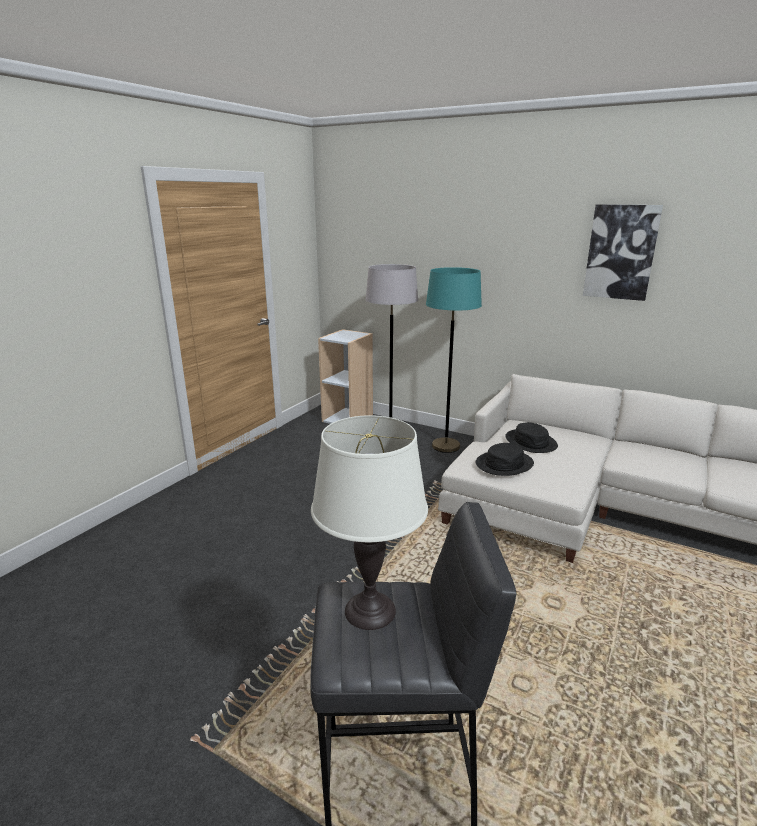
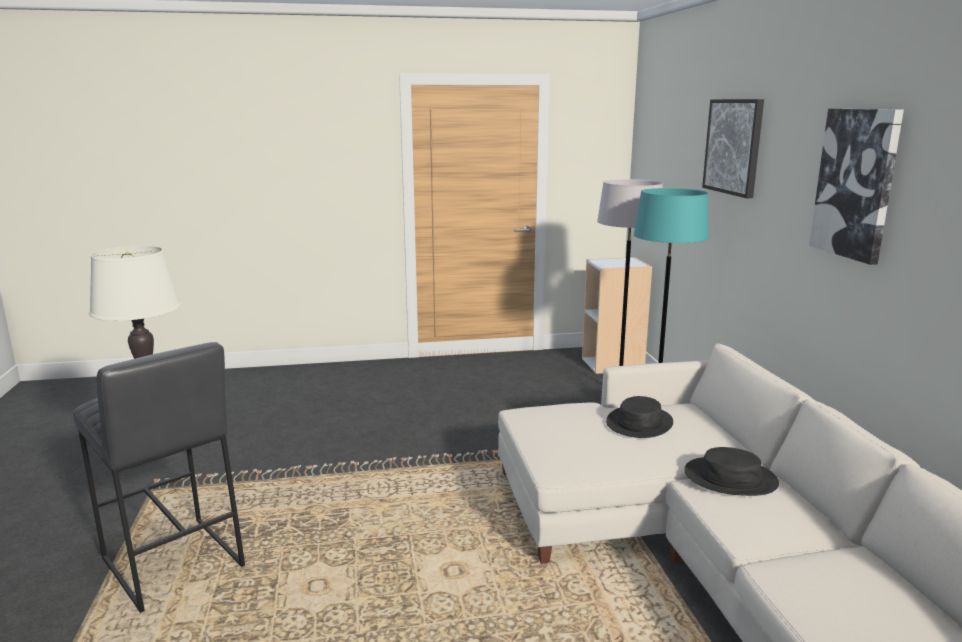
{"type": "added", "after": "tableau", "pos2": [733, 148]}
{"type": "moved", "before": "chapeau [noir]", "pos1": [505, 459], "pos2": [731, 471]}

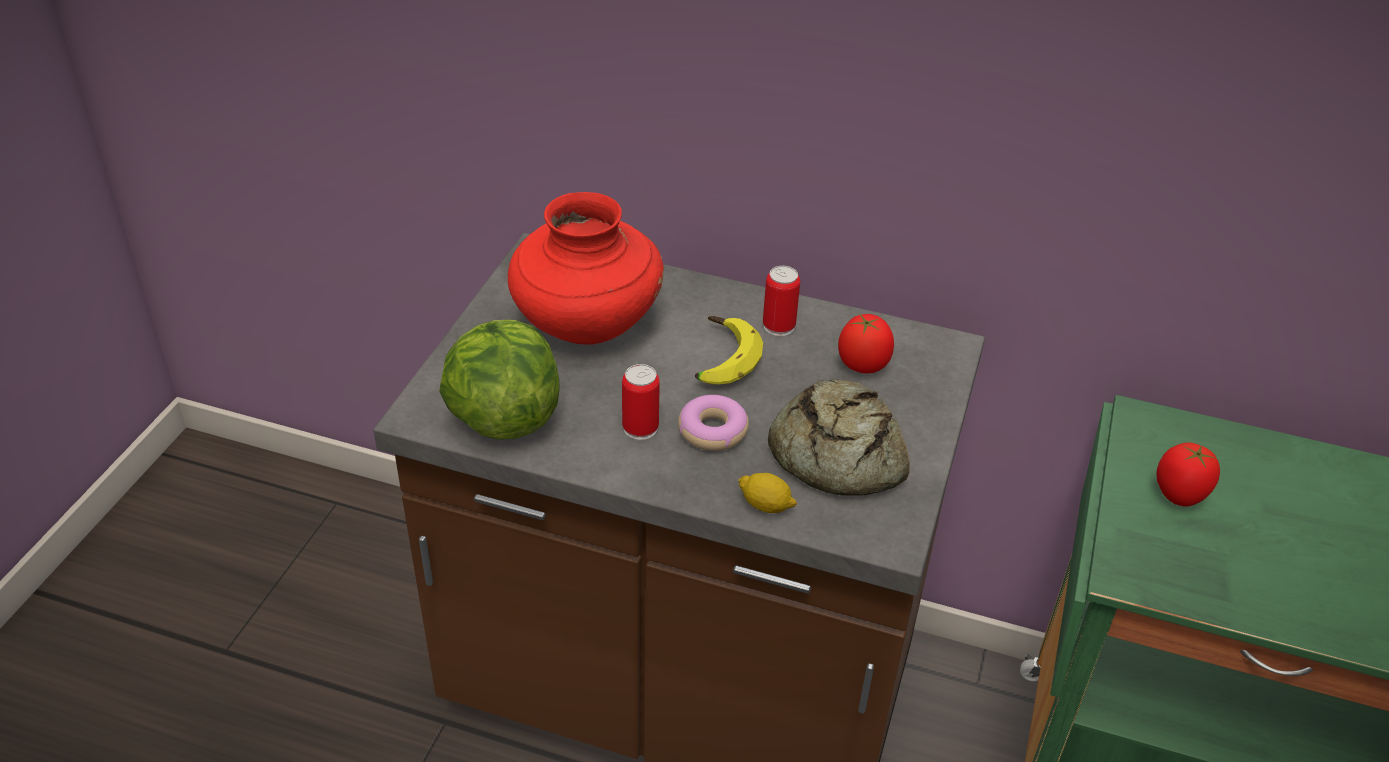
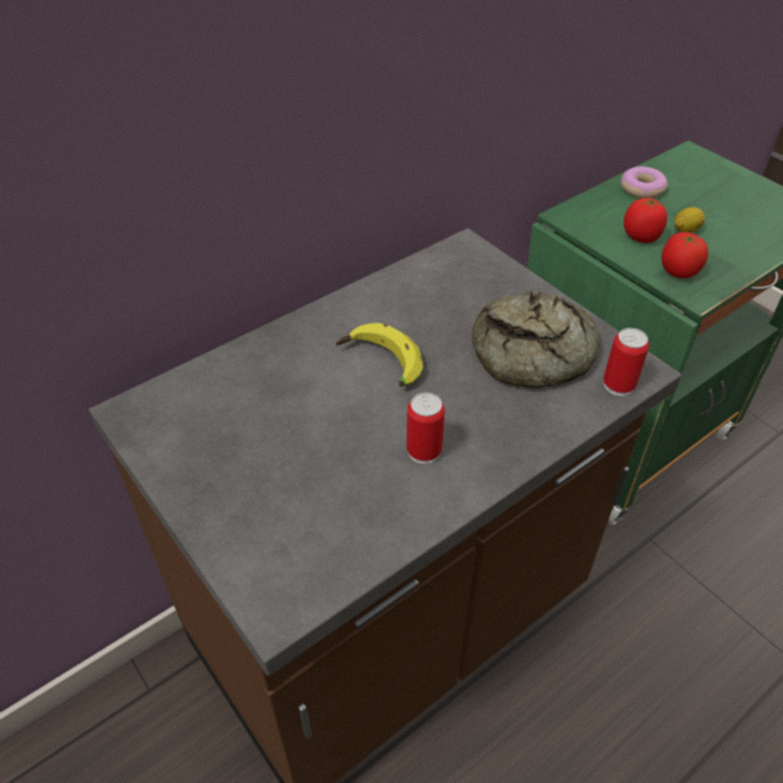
{"type": "removed", "before": "laitue", "pos1": [499, 380]}
{"type": "removed", "before": "vase [rouge]", "pos1": [586, 268]}
{"type": "moved", "before": "beignet", "pos1": [713, 423], "pos2": [644, 182]}
{"type": "moved", "before": "citron", "pos1": [767, 493], "pos2": [689, 220]}
{"type": "moved", "before": "boîte métallique", "pos1": [781, 301], "pos2": [626, 362]}
{"type": "moved", "before": "tomate", "pos1": [866, 343], "pos2": [684, 255]}

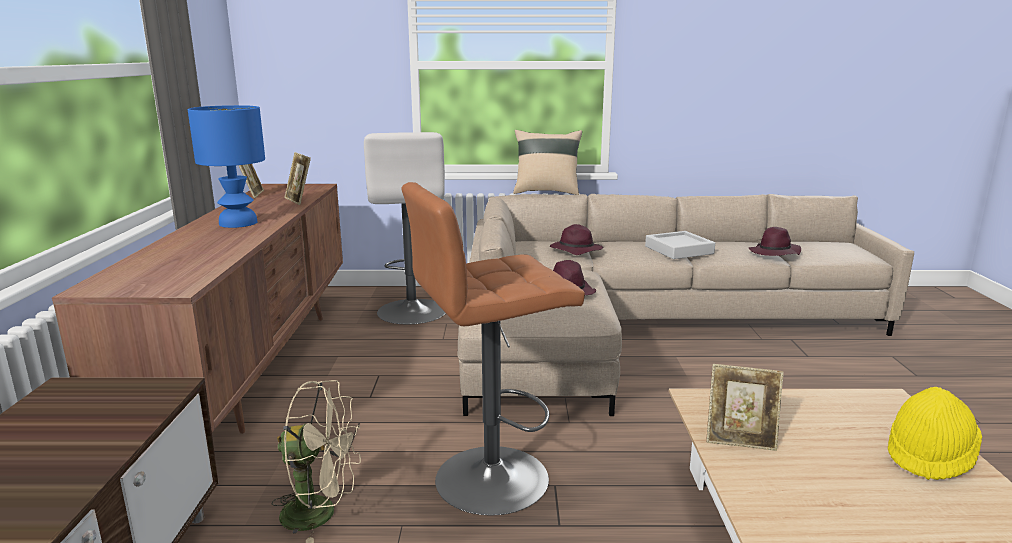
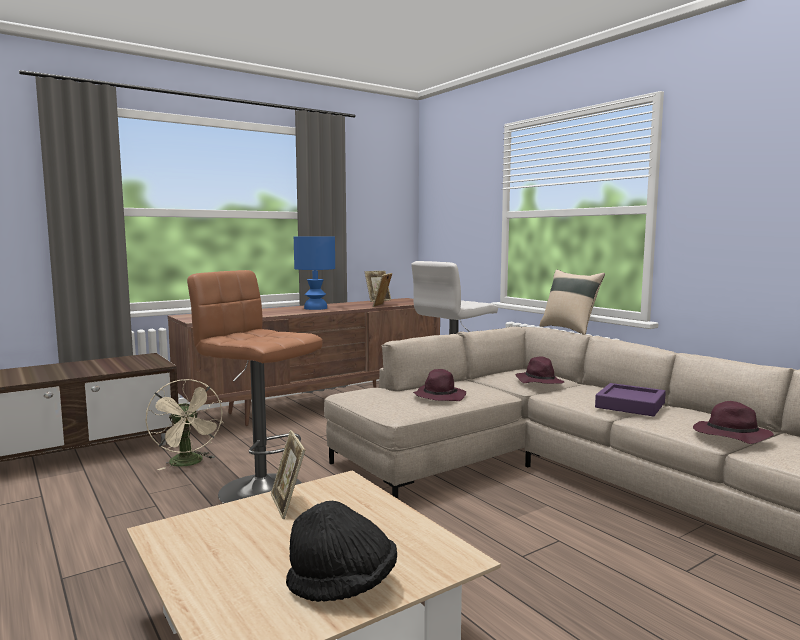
{"type": "recoloured", "before": "plateau [gris]", "after": "plateau [violet]", "pos1": [680, 245], "pos2": [630, 400]}
{"type": "recoloured", "before": "chapeau [jaune]", "after": "chapeau [noir]", "pos1": [935, 433], "pos2": [341, 551]}

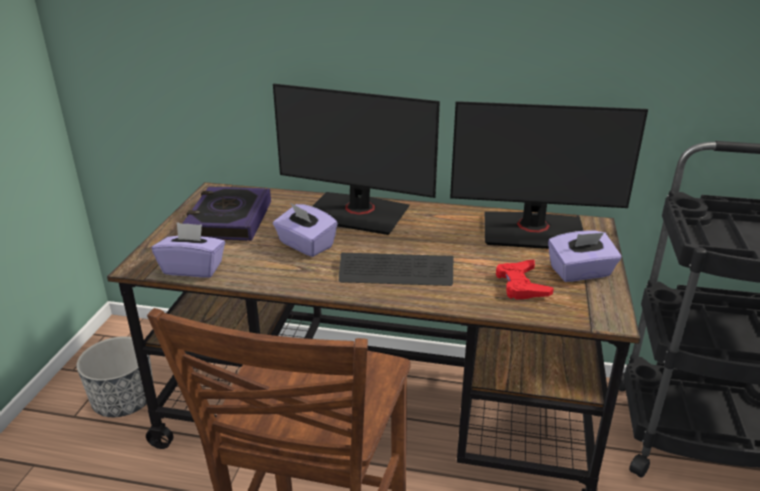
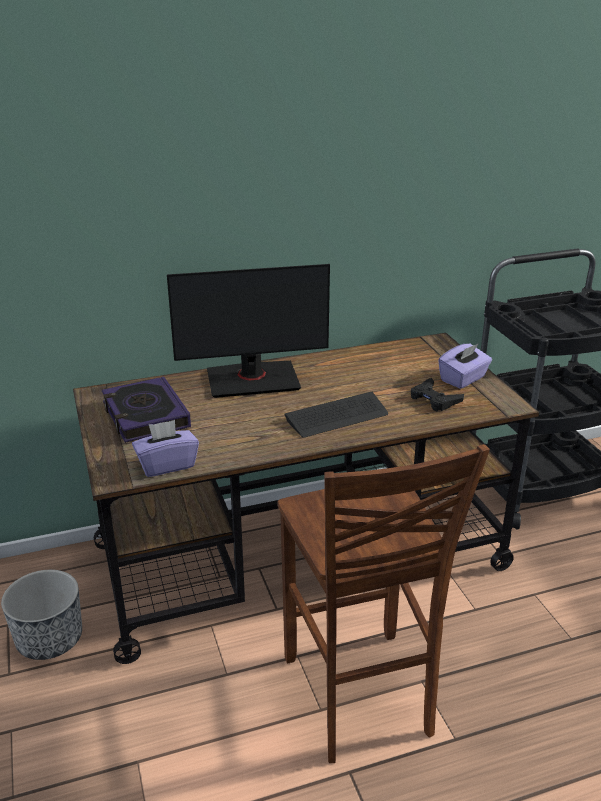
{"type": "removed", "before": "boîte à mouchoirs [violet]", "pos1": [305, 230]}
{"type": "removed", "before": "écran d'ordinateur", "pos1": [549, 175]}
{"type": "recoloured", "before": "manette [rouge]", "after": "manette [noir]", "pos1": [525, 280], "pos2": [437, 394]}

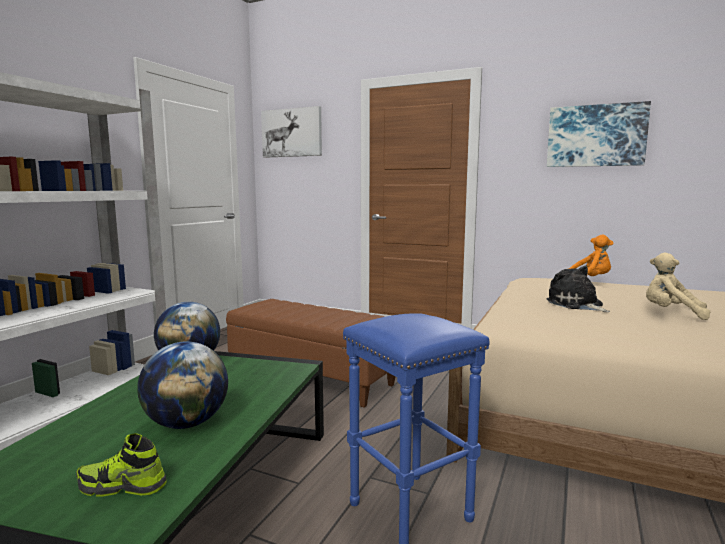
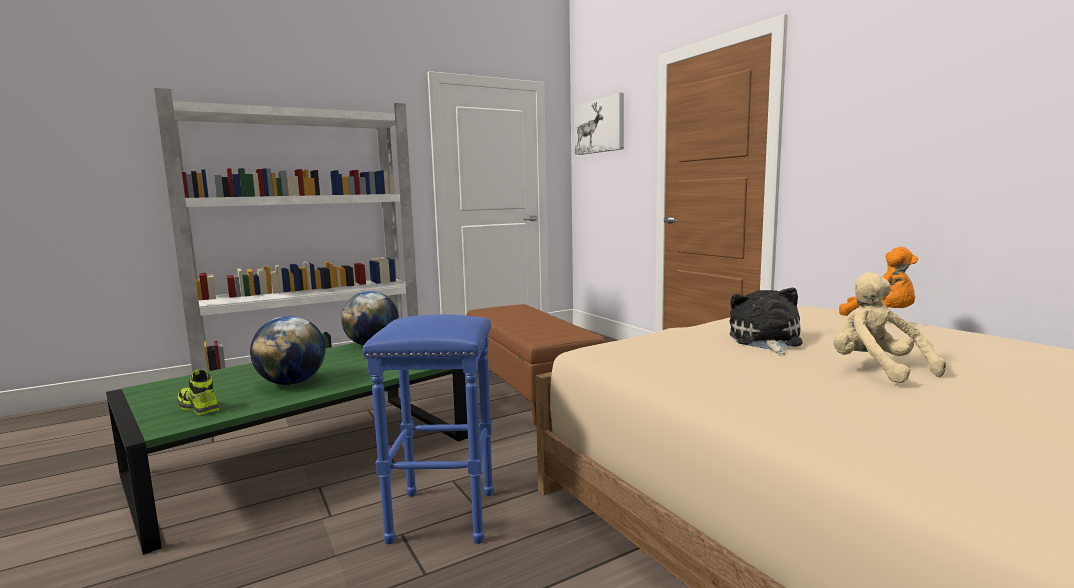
{"type": "removed", "before": "tableau", "pos1": [599, 134]}

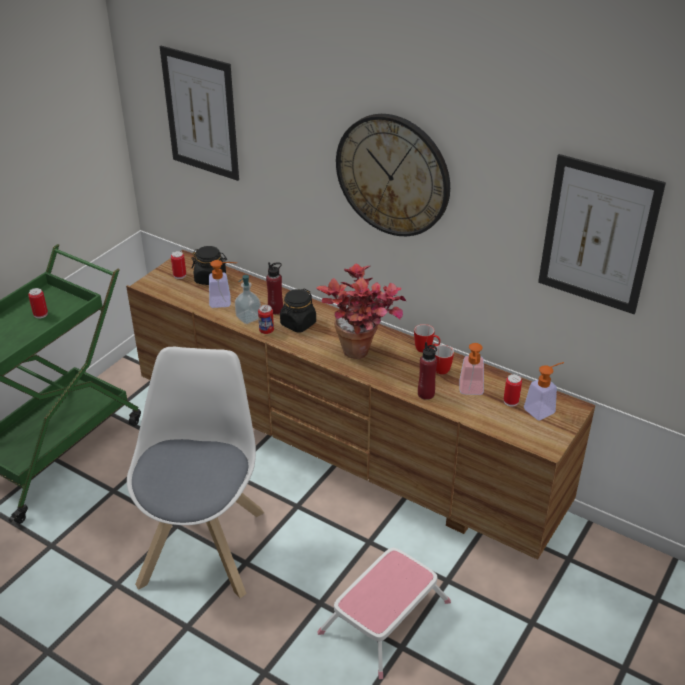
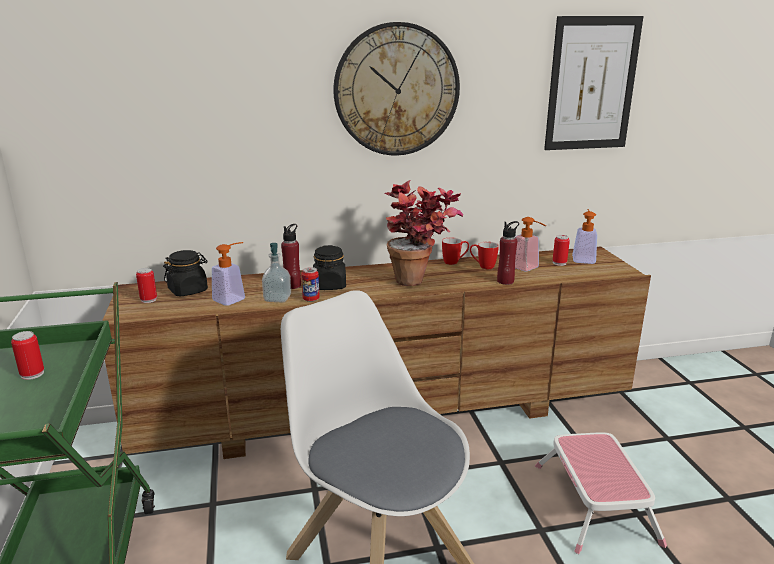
{"type": "removed", "before": "tableau", "pos1": [199, 113]}

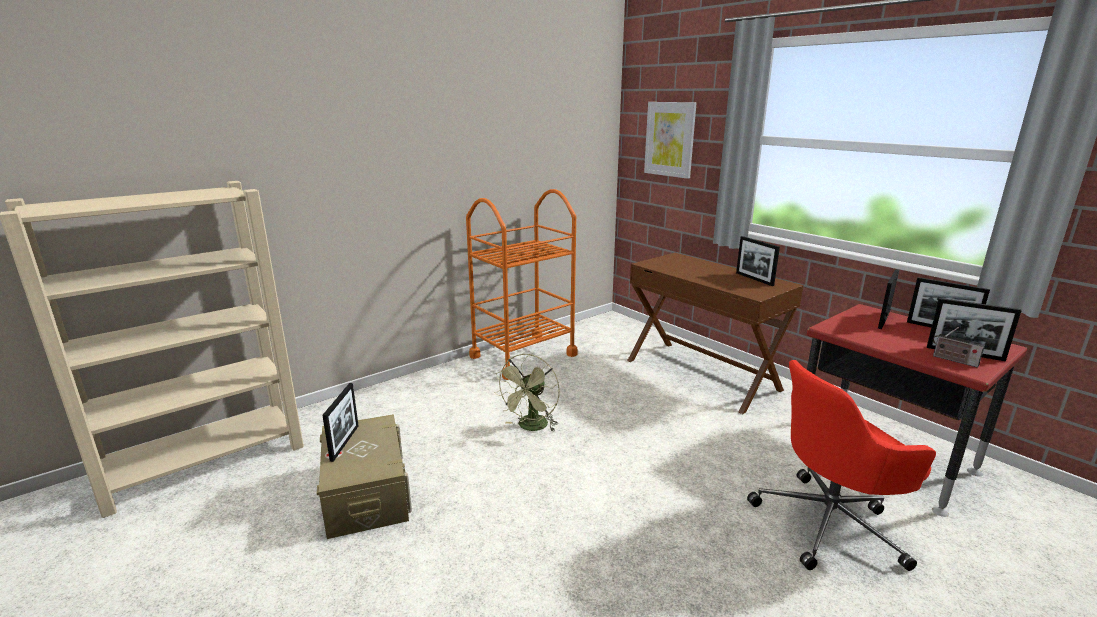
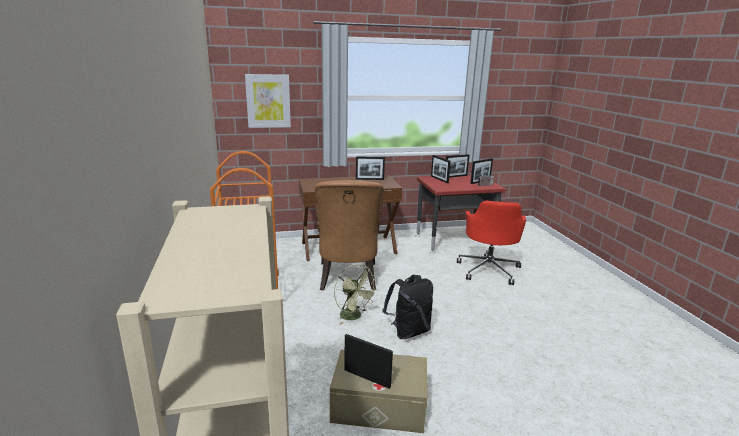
{"type": "added", "after": "chaise [marron]", "pos2": [349, 235]}
{"type": "added", "after": "sac à dos [noir]", "pos2": [407, 307]}

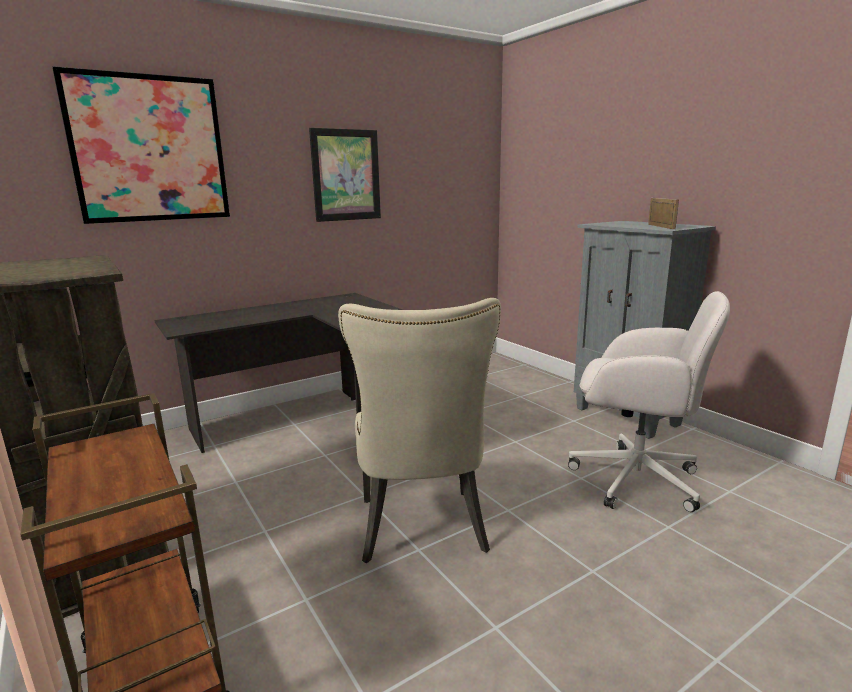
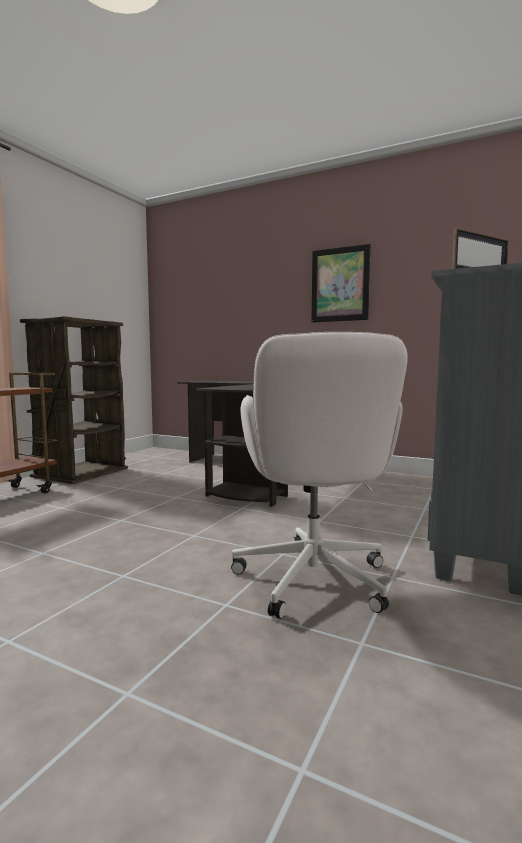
{"type": "removed", "before": "tableau", "pos1": [141, 145]}
{"type": "removed", "before": "chaise [beige]", "pos1": [419, 431]}

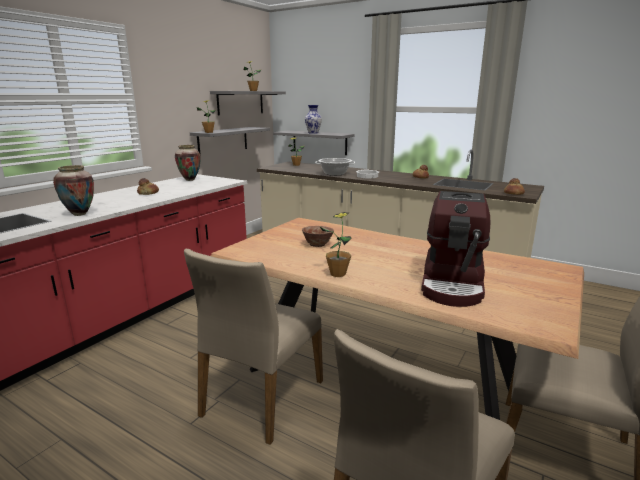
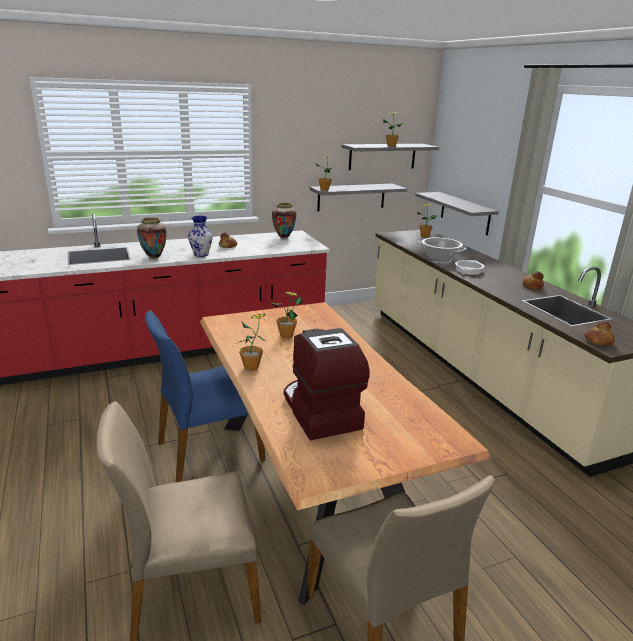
{"type": "moved", "before": "vase", "pos1": [313, 119], "pos2": [200, 236]}
{"type": "replaced", "before": "bol", "after": "plante en pot", "pos1": [318, 236], "pos2": [287, 315]}
{"type": "recoloured", "before": "chaise [beige]", "after": "chaise [bleu]", "pos1": [253, 346], "pos2": [205, 396]}
{"type": "turned", "before": "machine à café", "pos1": [455, 249], "pos2": [327, 384], "turn": 105}

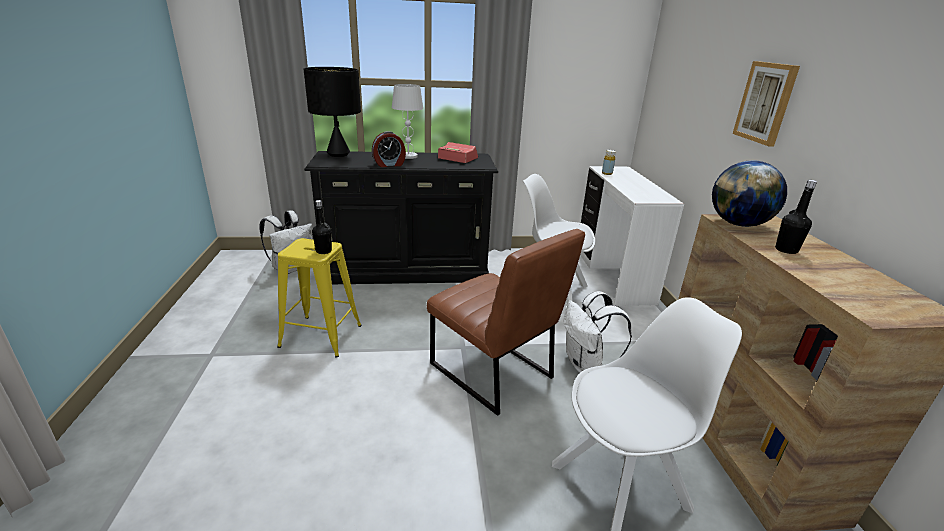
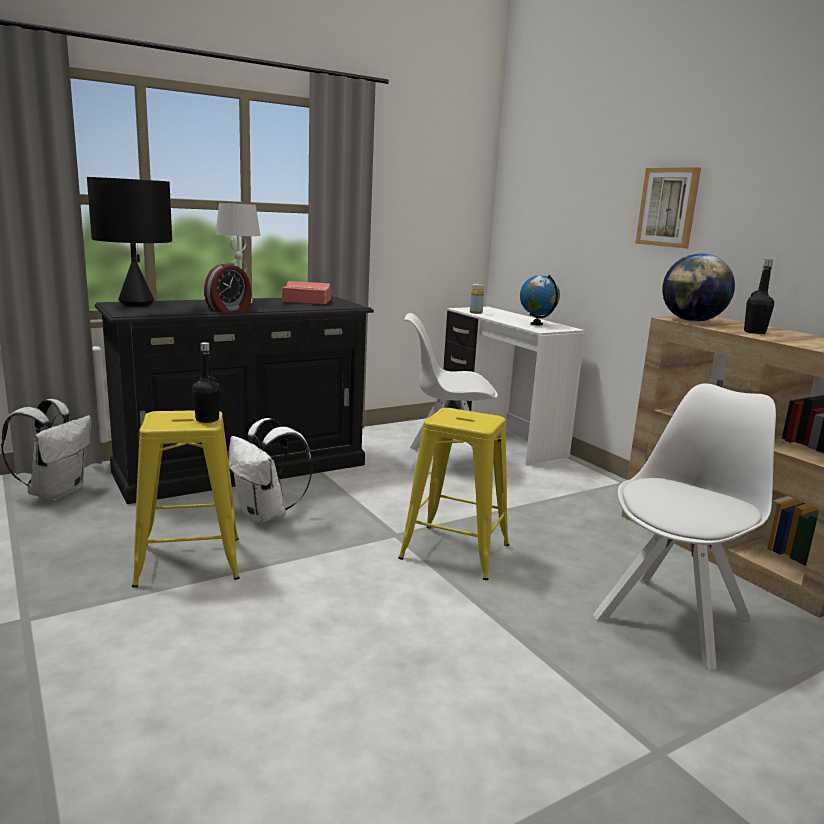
{"type": "added", "after": "globe", "pos2": [540, 300]}
{"type": "moved", "before": "sac à dos [blanc]", "pos1": [597, 332], "pos2": [270, 470]}
{"type": "replaced", "before": "chaise [marron]", "after": "tabouret [jaune]", "pos1": [506, 322], "pos2": [453, 494]}

